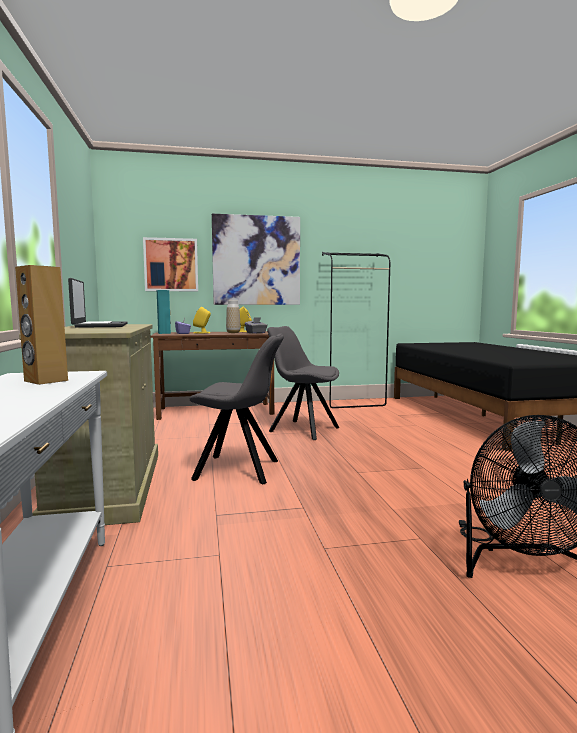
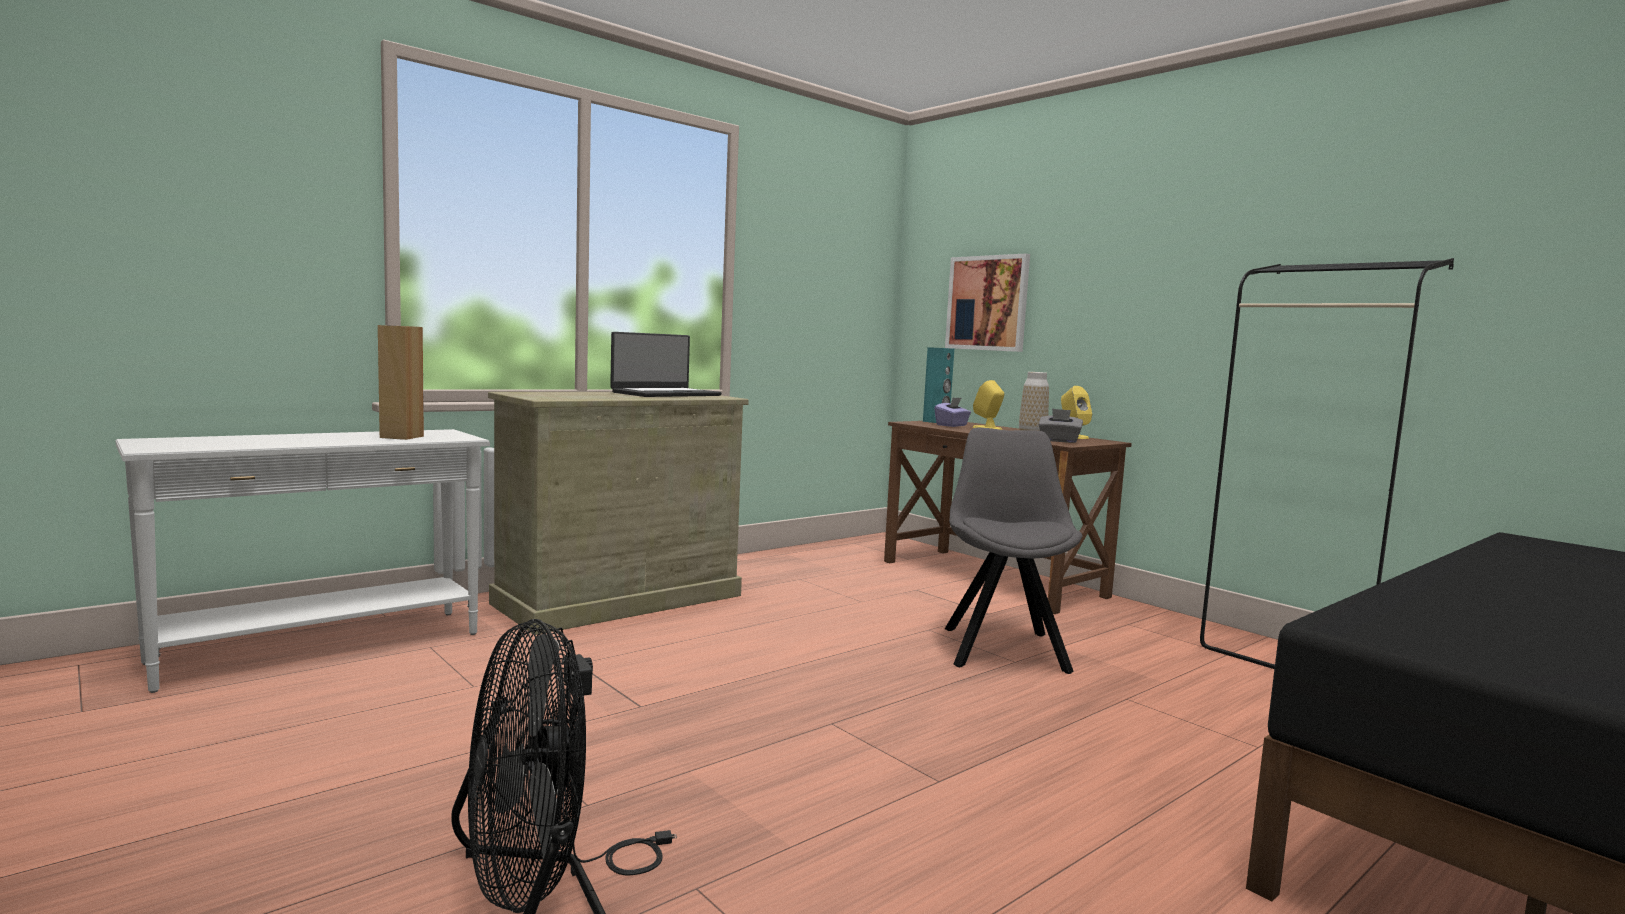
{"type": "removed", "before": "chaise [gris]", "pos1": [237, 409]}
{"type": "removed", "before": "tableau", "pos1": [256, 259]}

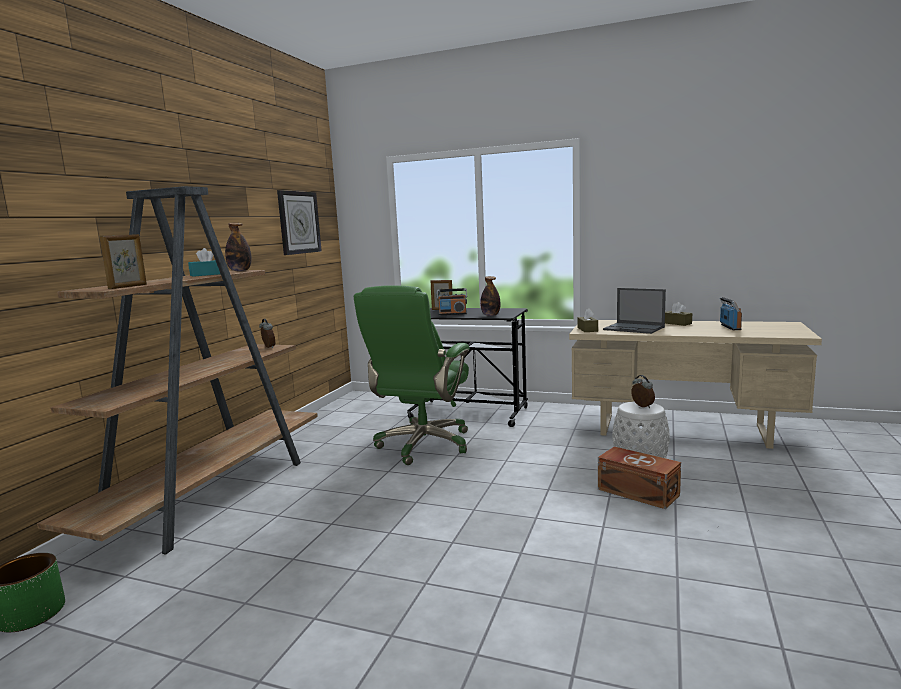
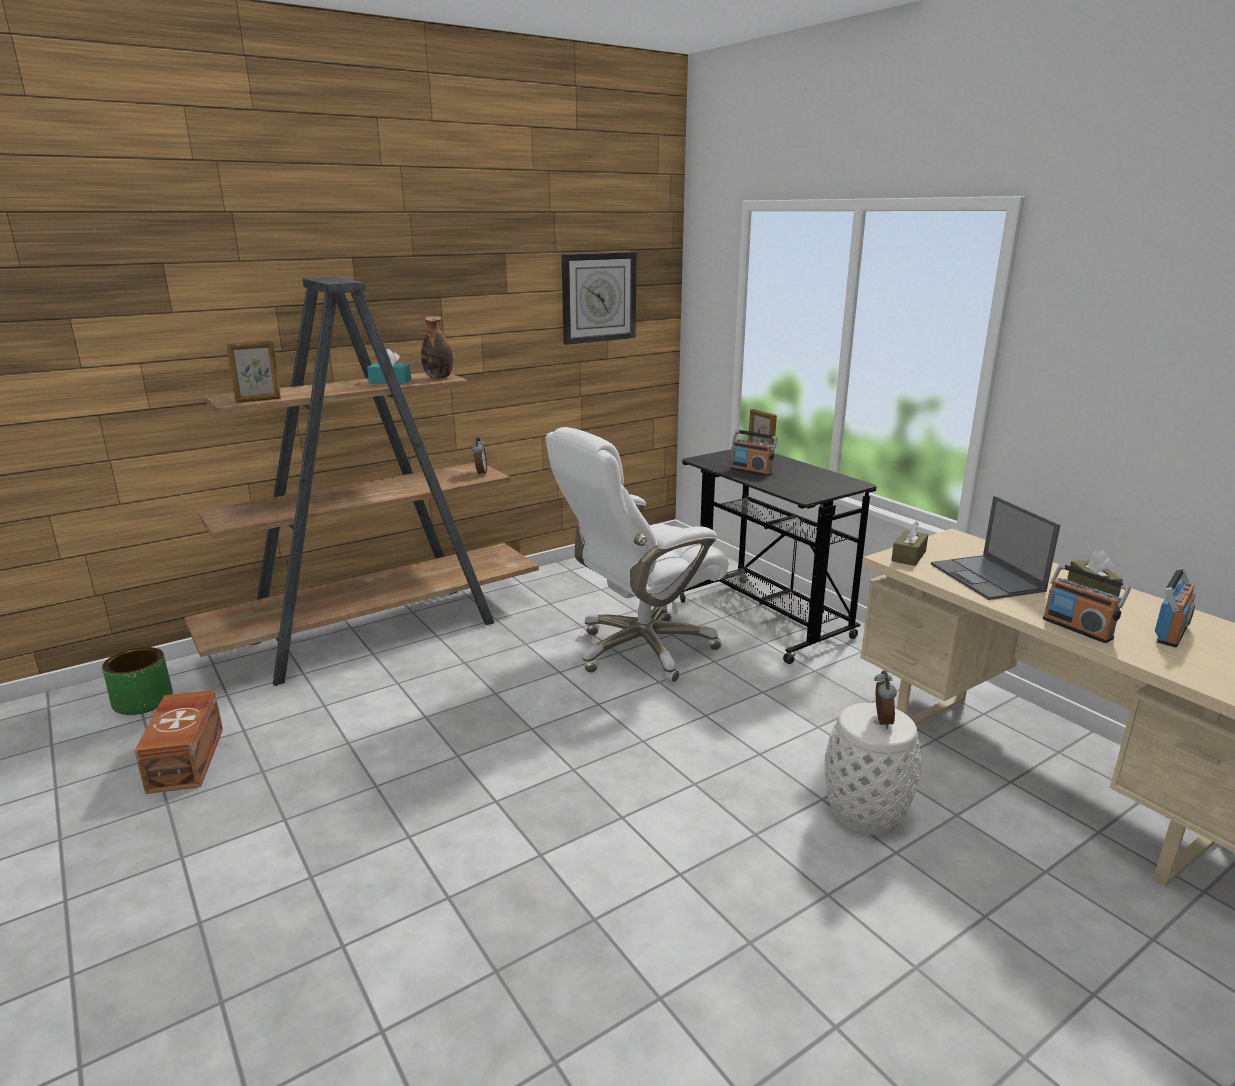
{"type": "removed", "before": "bouteille", "pos1": [490, 296]}
{"type": "added", "after": "radio", "pos2": [1087, 603]}
{"type": "moved", "before": "boîte de rangement [marron]", "pos1": [639, 477], "pos2": [179, 742]}
{"type": "recoloured", "before": "chaise de bureau [vert]", "after": "chaise de bureau [blanc]", "pos1": [412, 375], "pos2": [637, 554]}

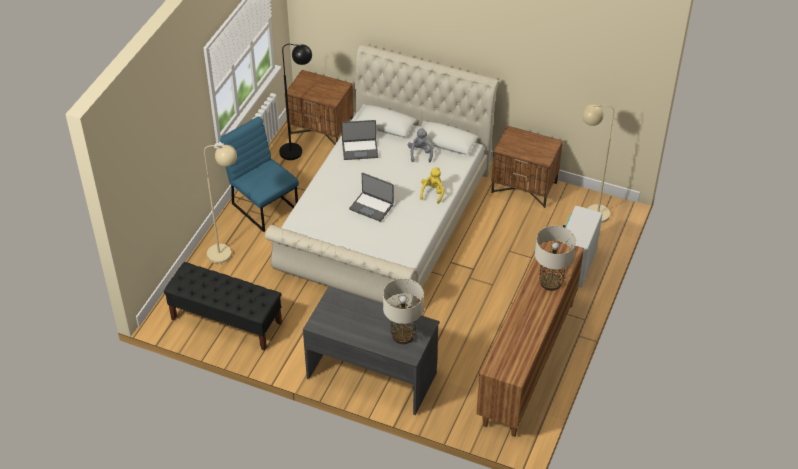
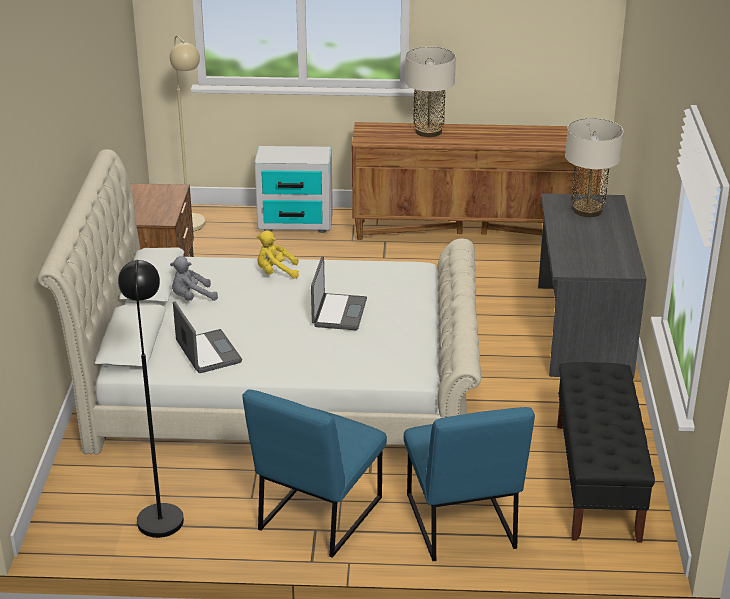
{"type": "removed", "before": "table de chevet [marron]", "pos1": [319, 107]}
{"type": "replaced", "before": "lampadaire [beige]", "after": "chaise [bleu]", "pos1": [220, 204], "pos2": [469, 484]}

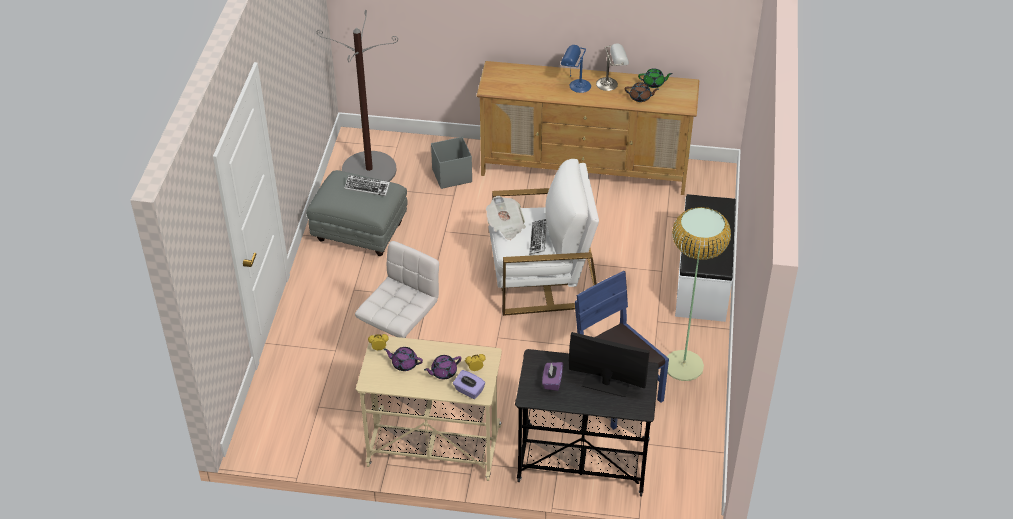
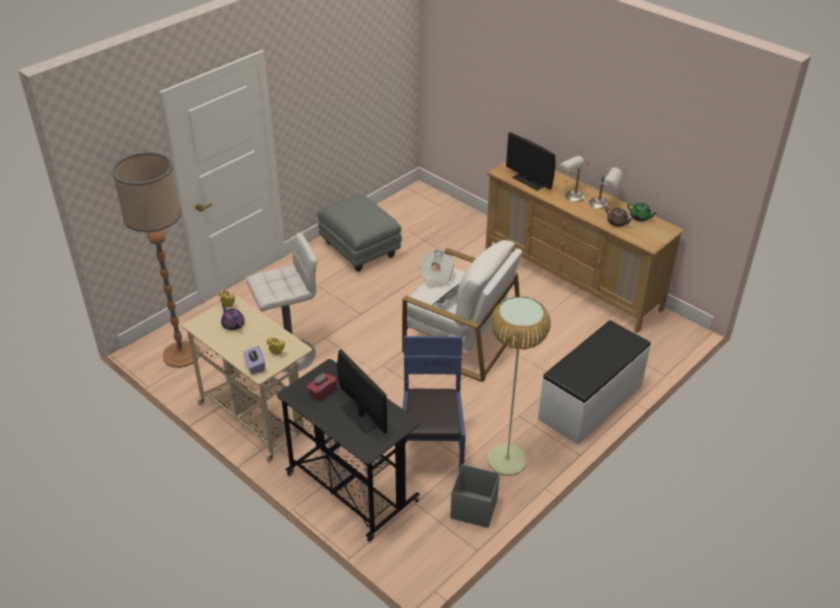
{"type": "removed", "before": "portant [gris]", "pos1": [357, 96]}
{"type": "removed", "before": "clavier", "pos1": [367, 185]}
{"type": "removed", "before": "théière [violet]", "pos1": [442, 367]}
{"type": "added", "after": "lampadaire", "pos2": [156, 260]}
{"type": "added", "after": "écran d'ordinateur", "pos2": [530, 161]}
{"type": "moved", "before": "boîte de rangement [gris]", "pos1": [451, 163], "pos2": [475, 496]}
{"type": "recoloured", "before": "boîte à mouchoirs [violet]", "after": "boîte à mouchoirs [rouge]", "pos1": [552, 376], "pos2": [322, 386]}
{"type": "recoloured", "before": "lampe de table [bleu]", "after": "lampe de table [blanc]", "pos1": [576, 69], "pos2": [574, 179]}

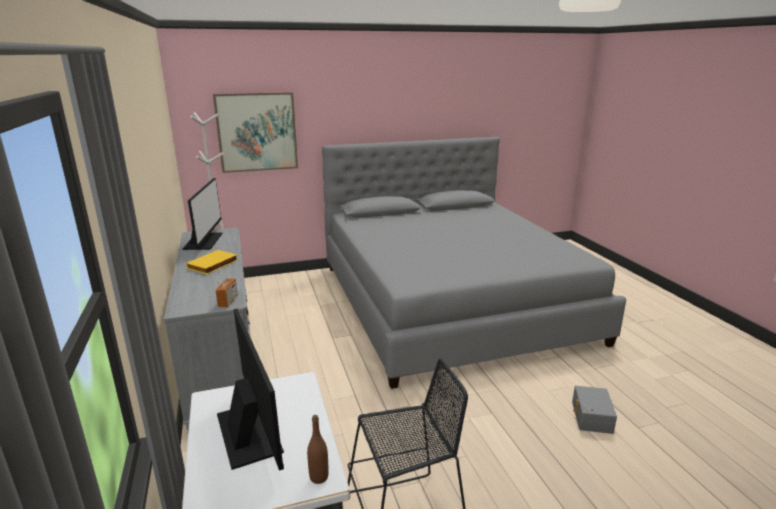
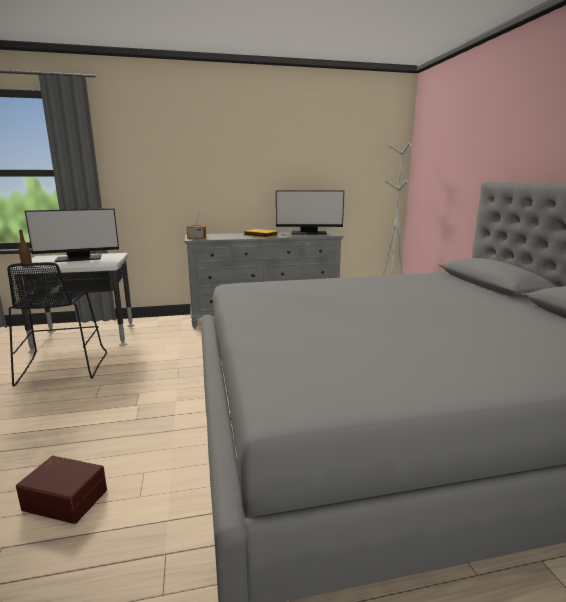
{"type": "removed", "before": "tableau", "pos1": [255, 132]}
{"type": "recoloured", "before": "boîte de rangement [gris]", "after": "boîte de rangement [marron]", "pos1": [594, 410], "pos2": [61, 490]}

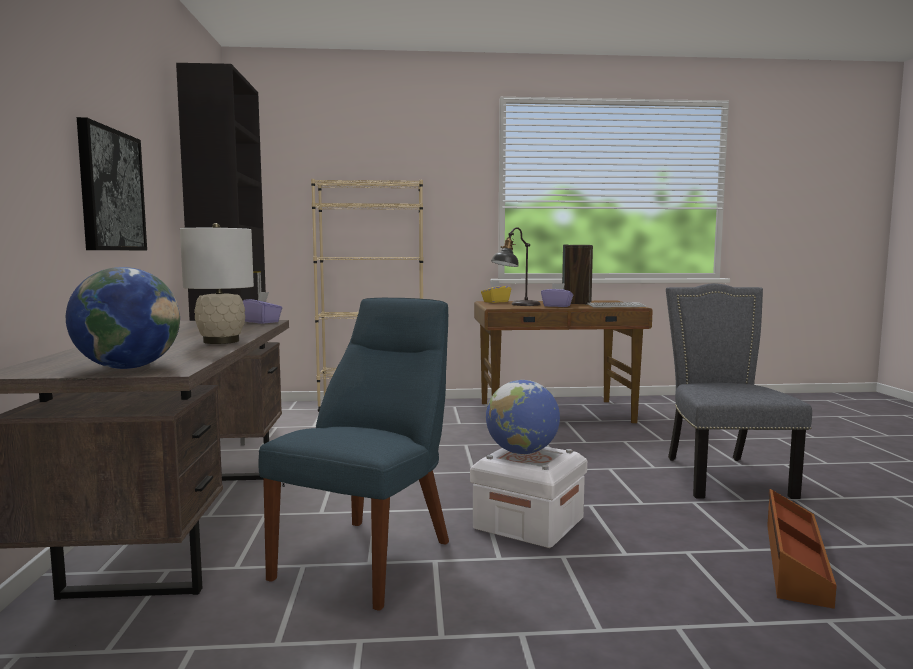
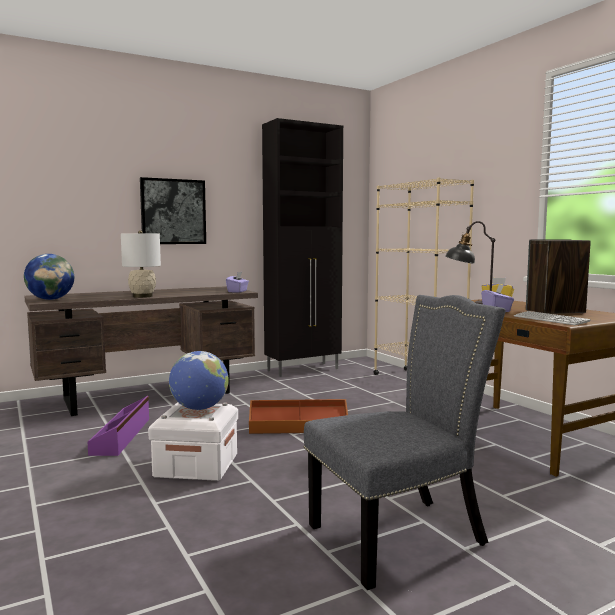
{"type": "moved", "before": "boîte de rangement [marron]", "pos1": [802, 549], "pos2": [298, 416]}
{"type": "replaced", "before": "chaise [bleu]", "after": "boîte de rangement [violet]", "pos1": [354, 454], "pos2": [118, 426]}

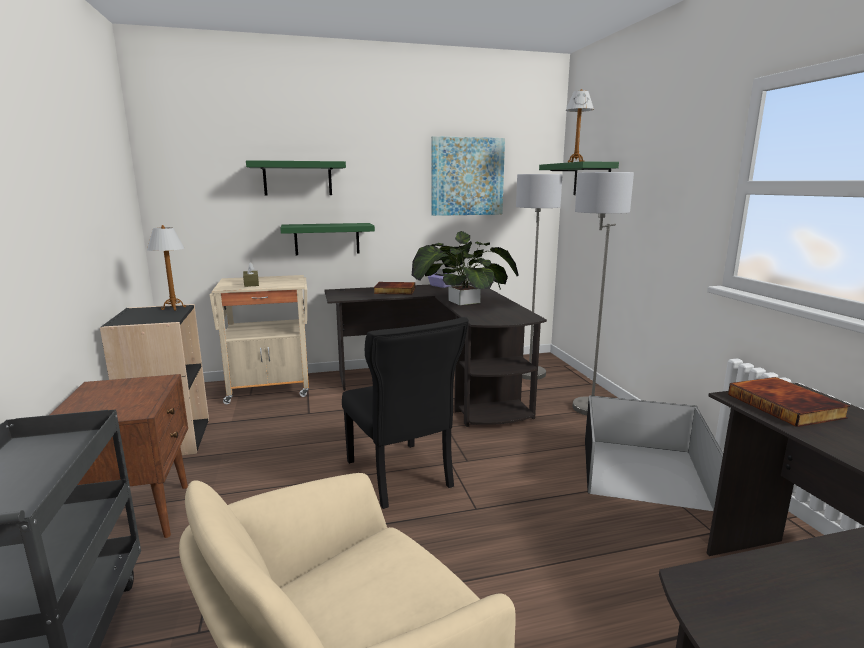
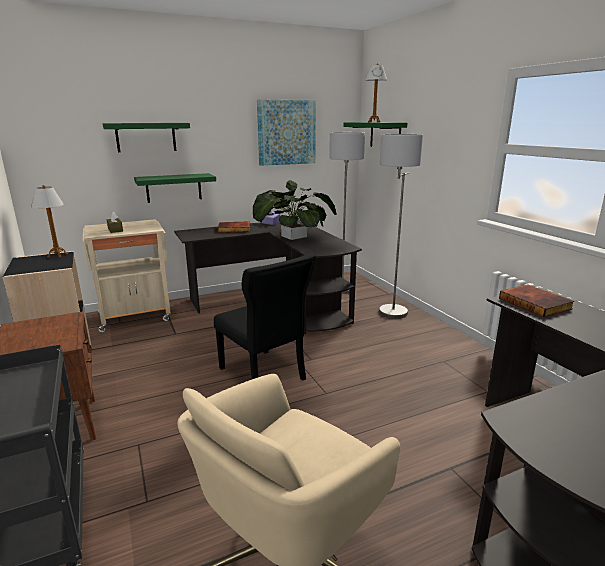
{"type": "removed", "before": "boîte de rangement [noir]", "pos1": [654, 453]}

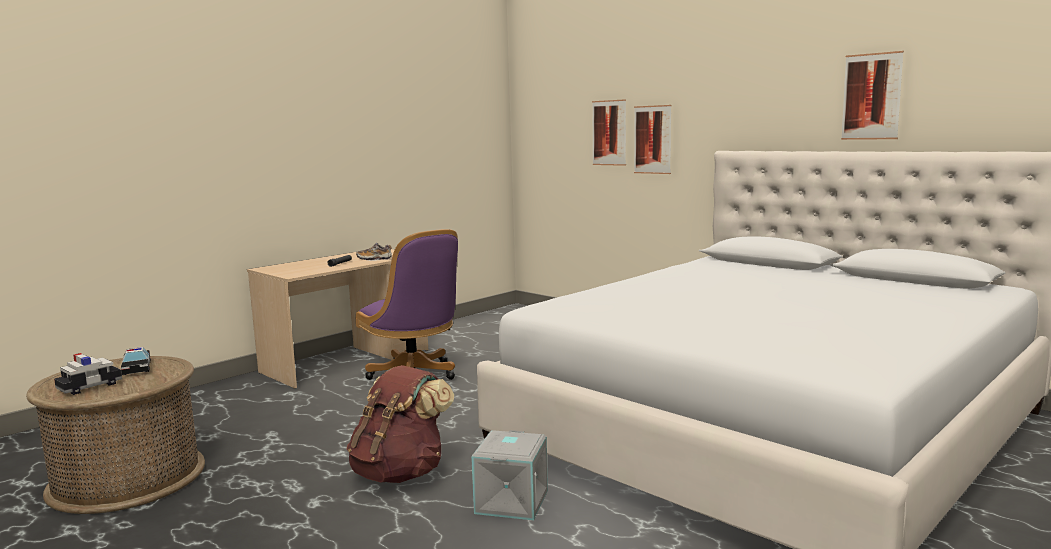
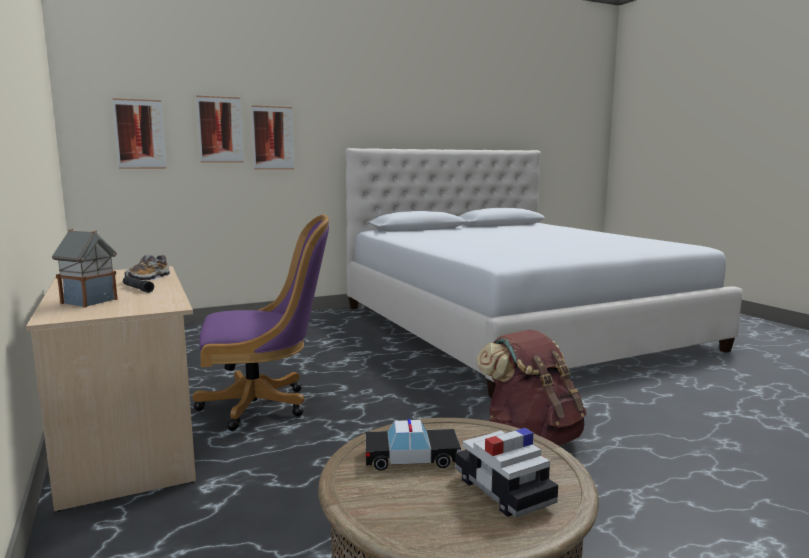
{"type": "removed", "before": "boîte de rangement [gris]", "pos1": [509, 475]}
{"type": "added", "after": "maison miniature", "pos2": [85, 268]}
{"type": "moved", "before": "tableau", "pos1": [872, 95], "pos2": [139, 133]}

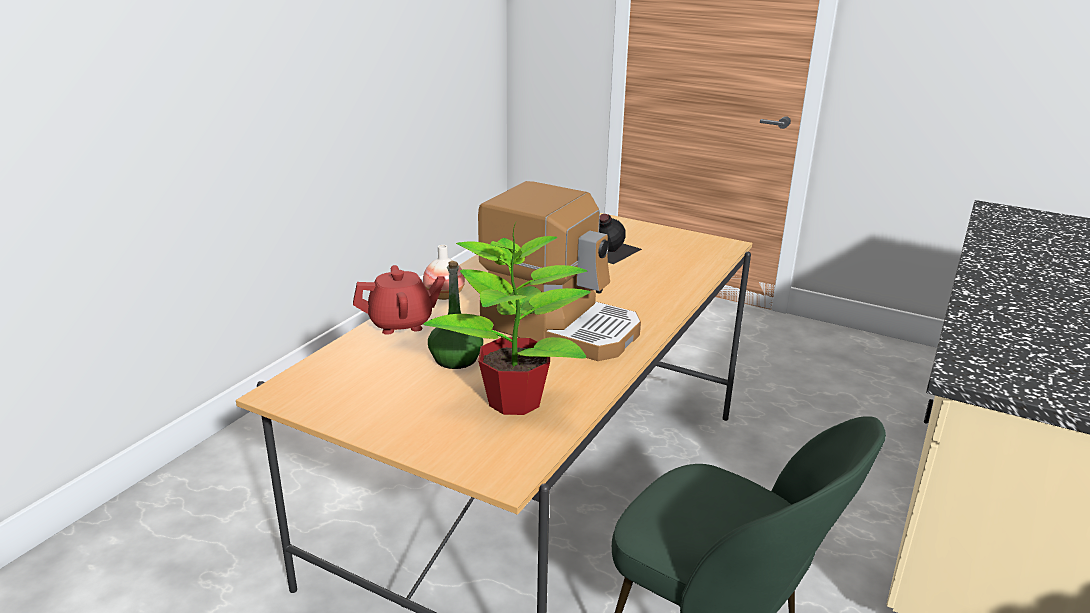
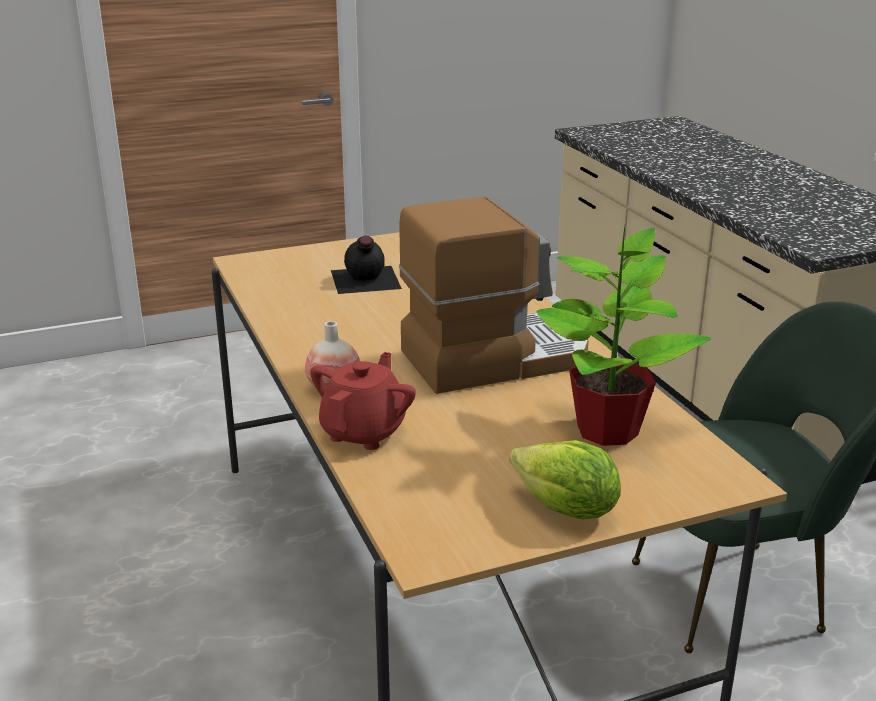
{"type": "removed", "before": "bouteille [vert]", "pos1": [455, 315]}
{"type": "added", "after": "laitue", "pos2": [565, 479]}

